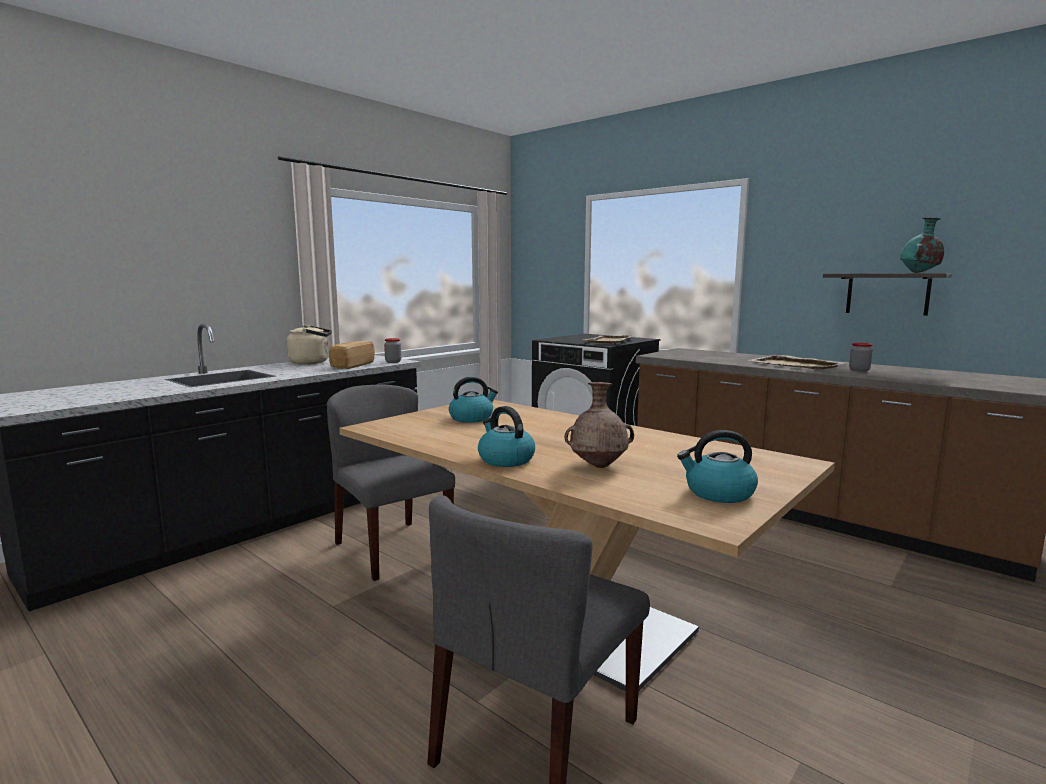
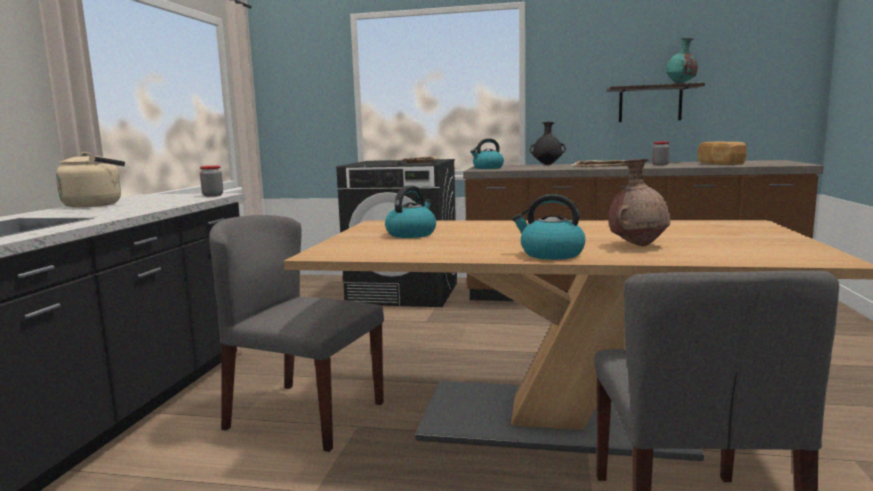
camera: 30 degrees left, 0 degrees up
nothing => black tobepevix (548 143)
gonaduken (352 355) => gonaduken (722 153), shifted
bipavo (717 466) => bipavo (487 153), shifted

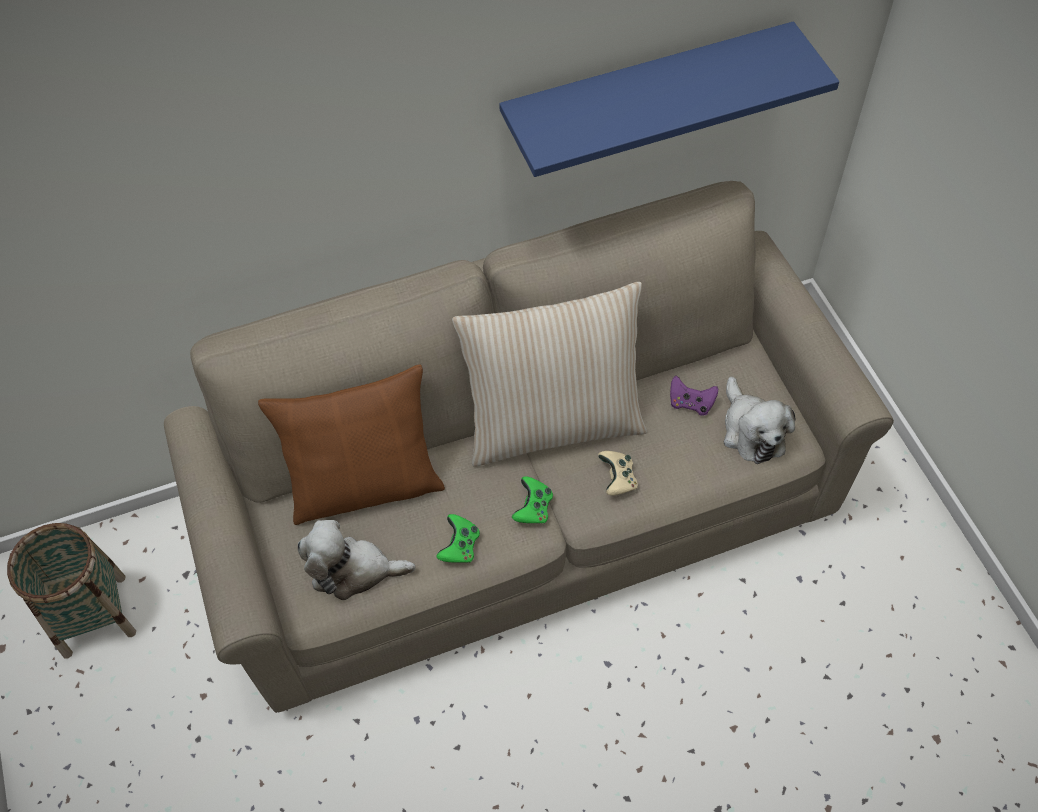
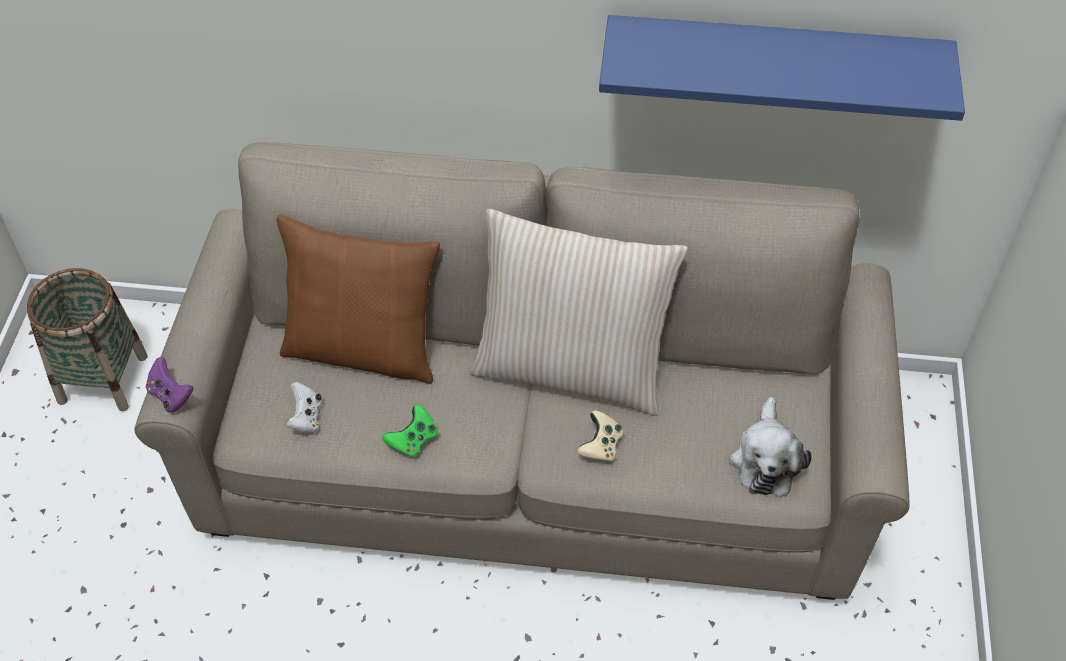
camera: 25 degrees right, 5 degrees down
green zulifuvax (532 499) => nothing
purple zulifuvax (694 396) => purple zulifuvax (169 385), shifted
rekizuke (357 560) => white zulifuvax (303 407)

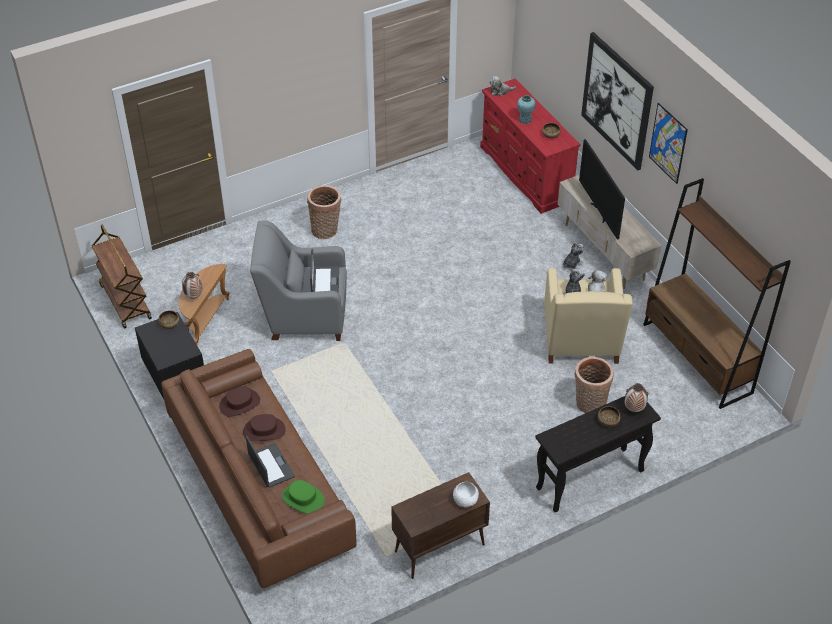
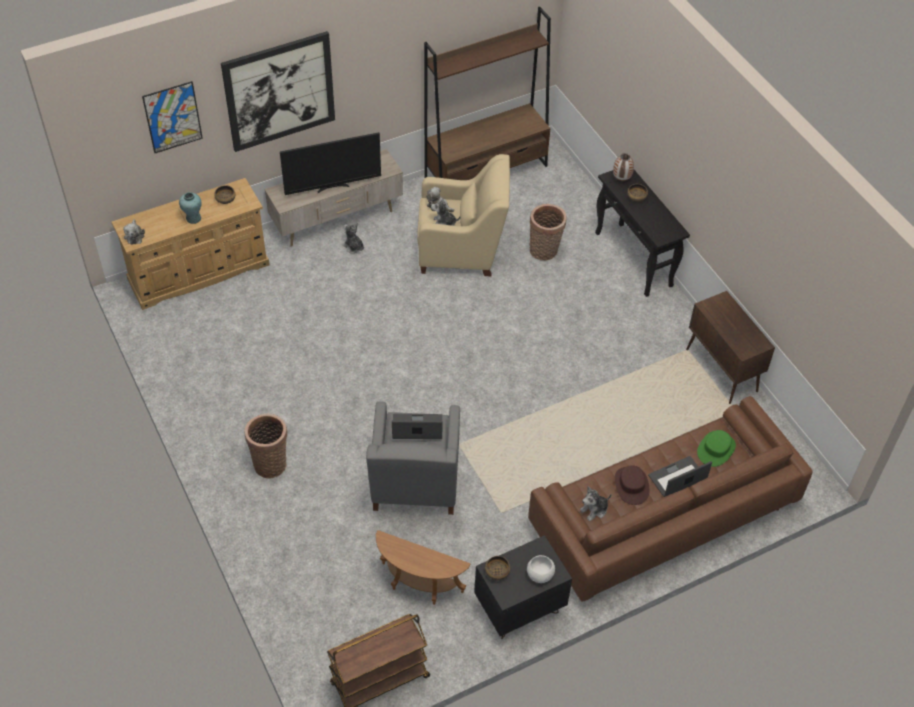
camera: 90 degrees left, 5 degrees up
tobepevix (192 285) => nothing
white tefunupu (466 494) => white tefunupu (541 569), shifted
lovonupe (668 143) => lovonupe (172 117), shifted
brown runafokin (239 401) => rekizuke (595 503)
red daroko (530 146) => beige daroko (191 244)

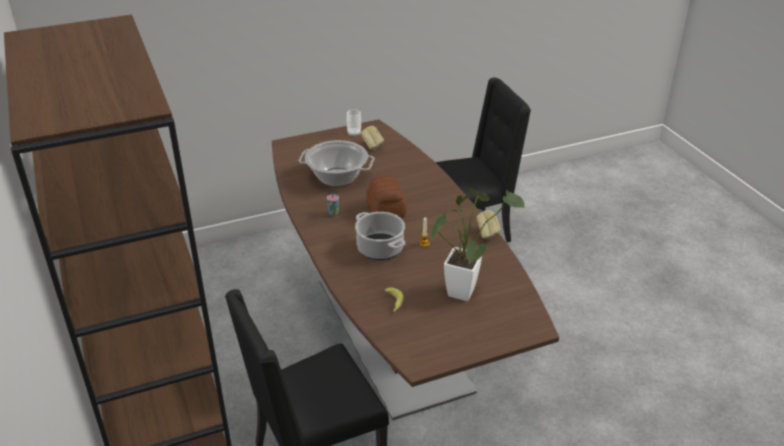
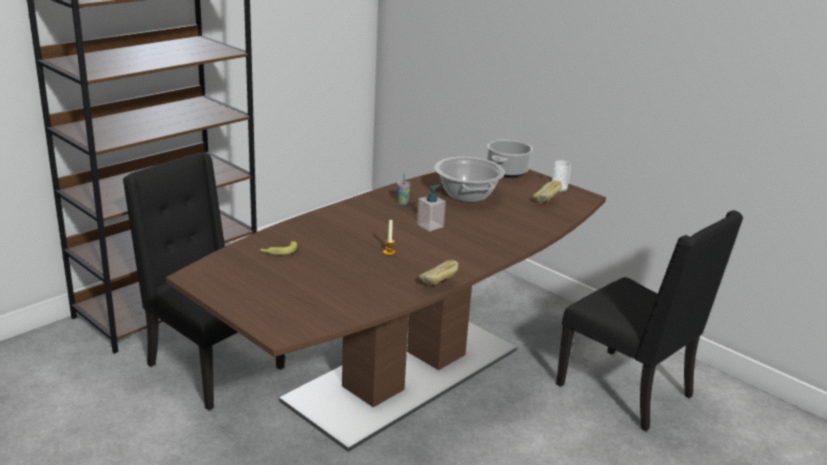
camera: 65 degrees right, 10 degrees down
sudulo (478 244) => nothing
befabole (380 236) => befabole (510 158), shifted
gonaduken (386 197) => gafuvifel (431 208)

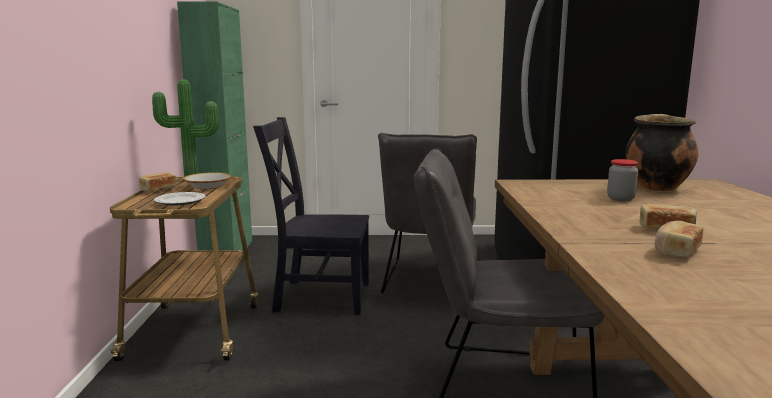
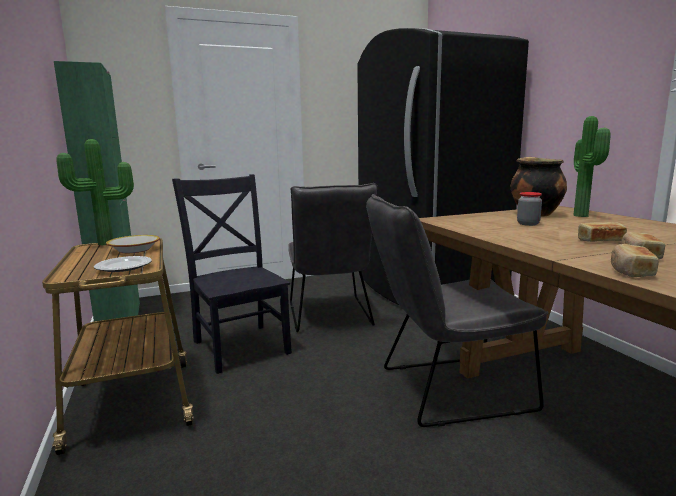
camera: 20 degrees left, 0 degrees up
nothing => sudulo (592 166)
gonaduken (158 181) => gonaduken (635 260), shifted
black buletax (311 216) => black buletax (232 274), 75 degrees clockwise

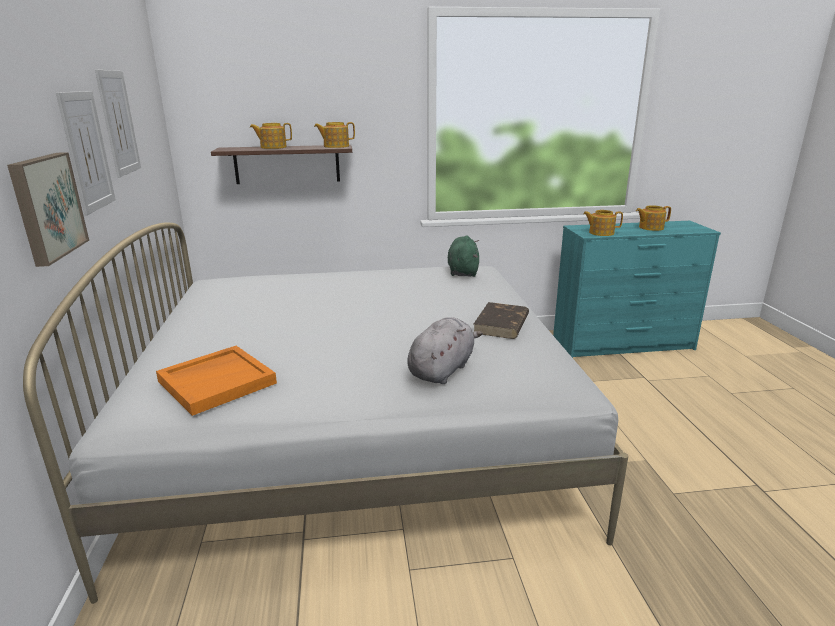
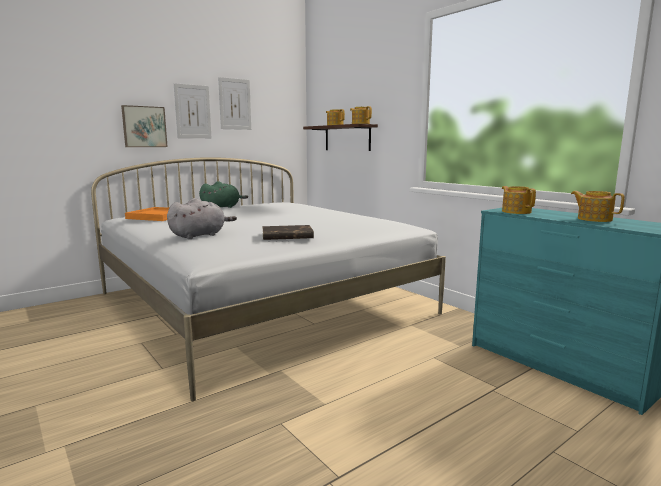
camera: 60 degrees right, 10 degrees down
green rekizuke (463 256) => green rekizuke (223 194), shifted
grey rekizuke (445 350) => grey rekizuke (202 218), 45 degrees counterclockwise

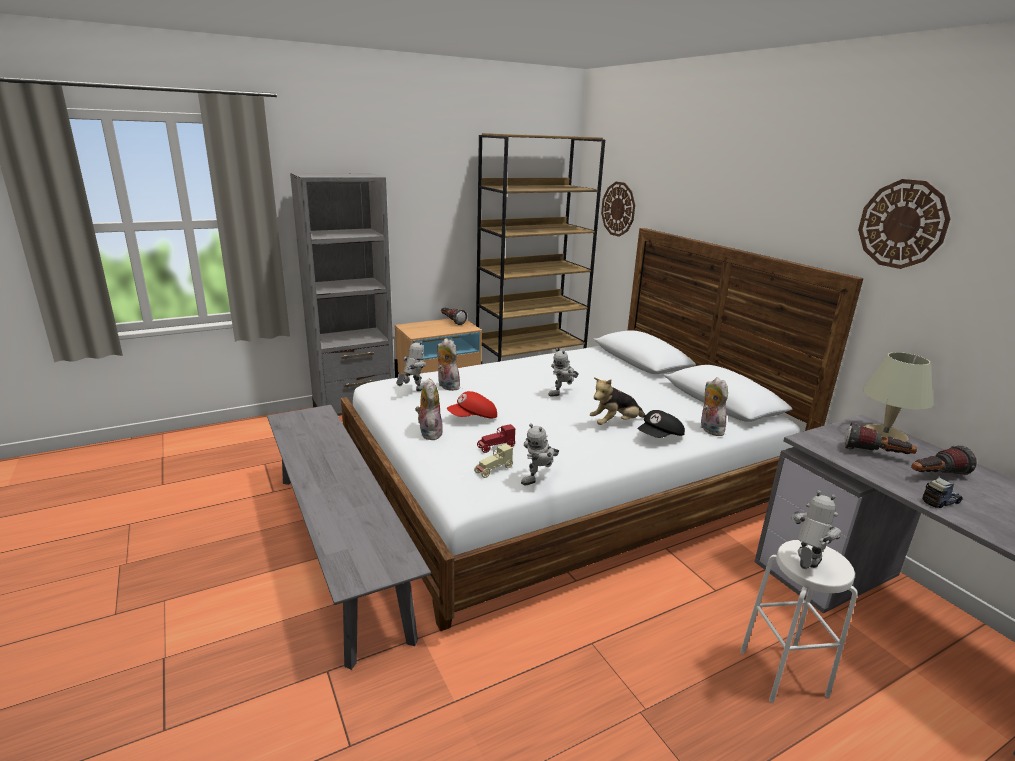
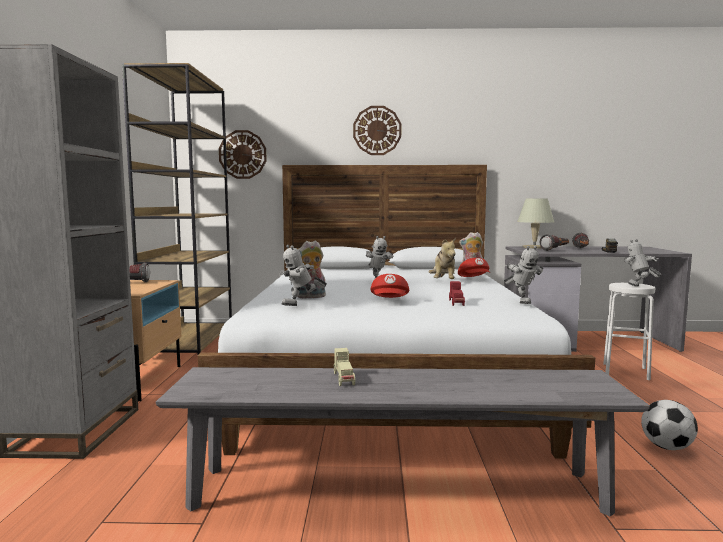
camera: 60 degrees left, 15 degrees down
rekizuke (429 409) => nothing
nothing => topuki (669 425)
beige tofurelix (493 461) => beige tofurelix (344 367), shifted
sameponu (904 224) => sameponu (377 130), shifted
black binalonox (661 424) => red binalonox (474 267)
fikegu (411 365) => fikegu (303 275), 90 degrees counterclockwise

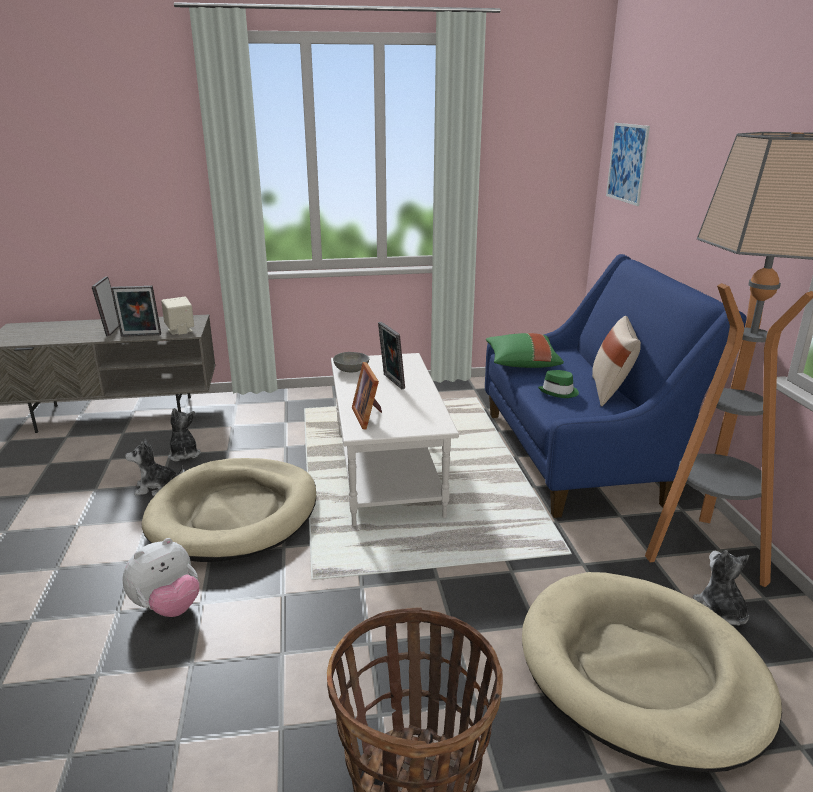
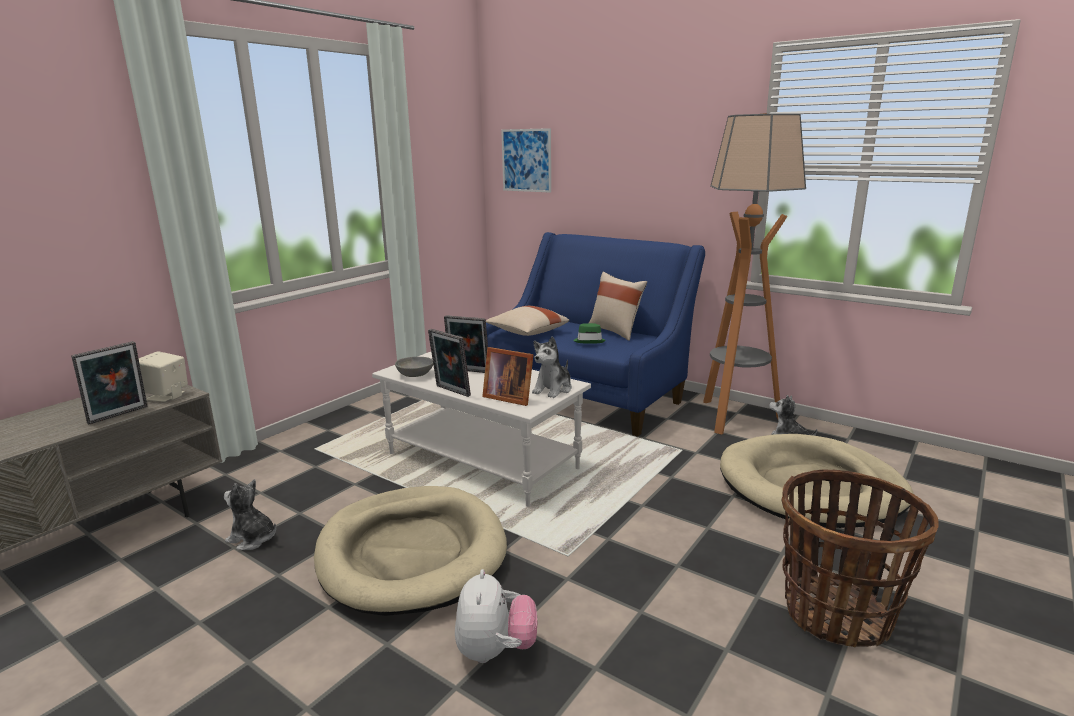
camera: 45 degrees left, 5 degrees down
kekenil (105 306) => kekenil (449 363), shifted
rekizuke (154 467) => rekizuke (552 367), shifted
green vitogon (525 350) => beige vitogon (527 321)

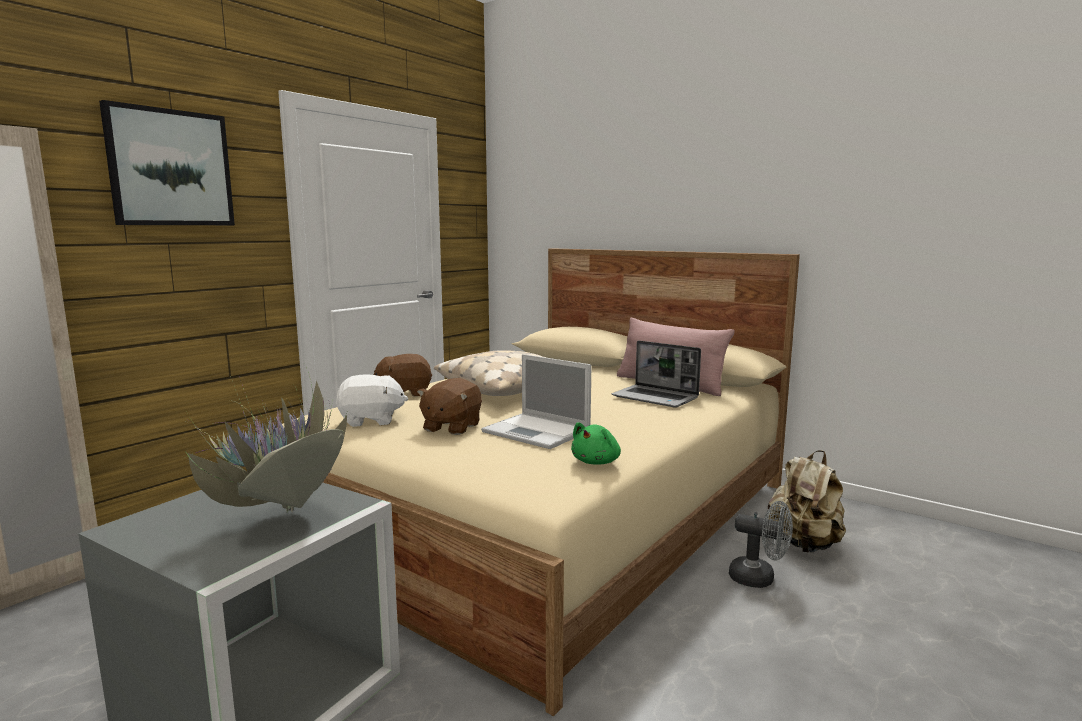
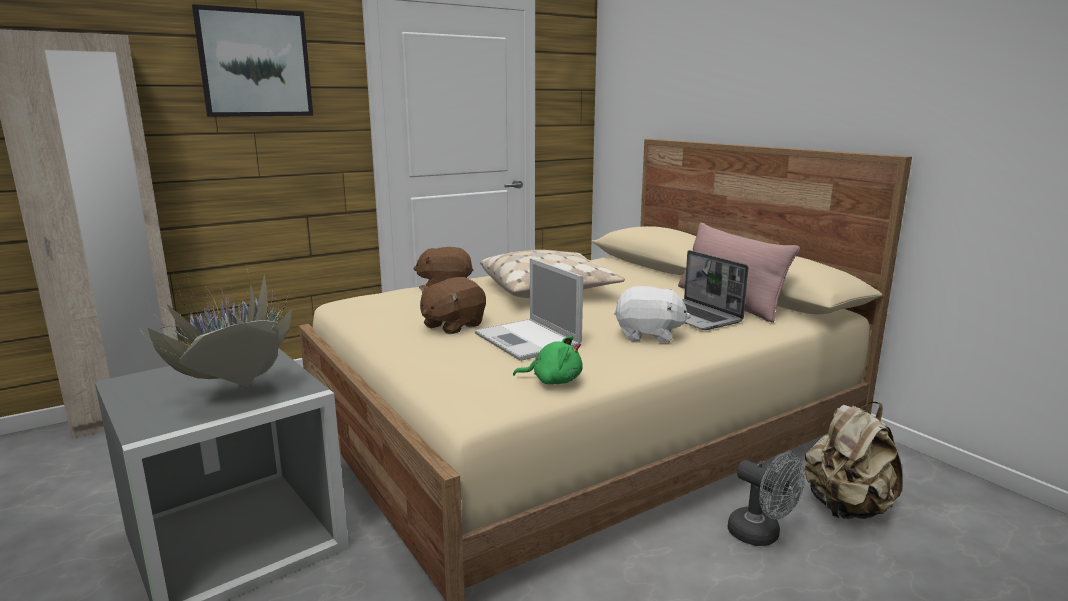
camera: 20 degrees right, 5 degrees up
white rekizuke (372 400) => white rekizuke (652 314), shifted
green rekizuke (596 443) => green rekizuke (548 360), 135 degrees counterclockwise

